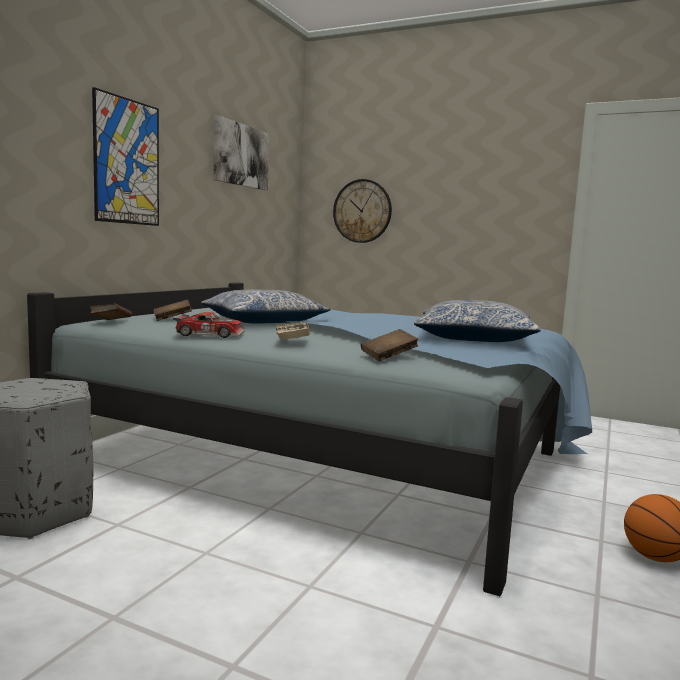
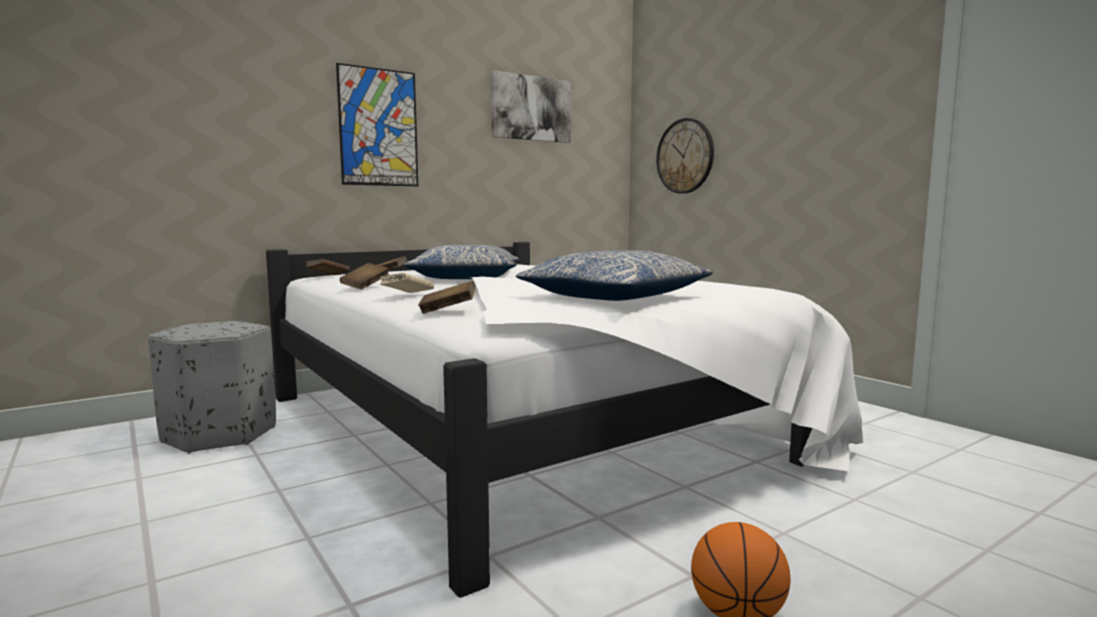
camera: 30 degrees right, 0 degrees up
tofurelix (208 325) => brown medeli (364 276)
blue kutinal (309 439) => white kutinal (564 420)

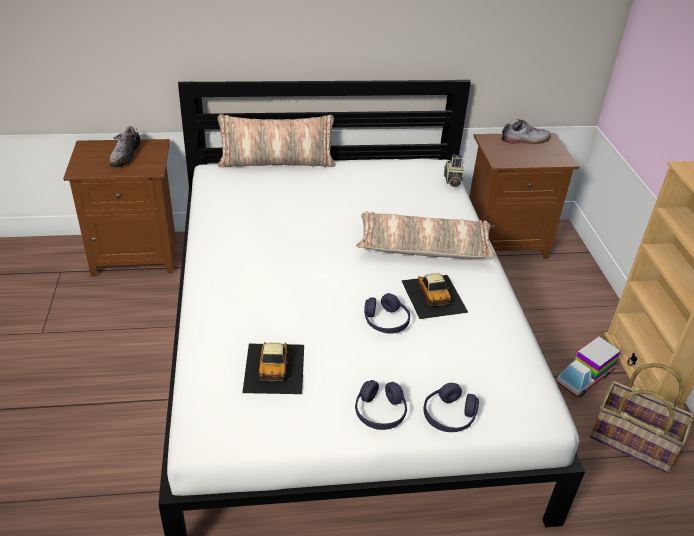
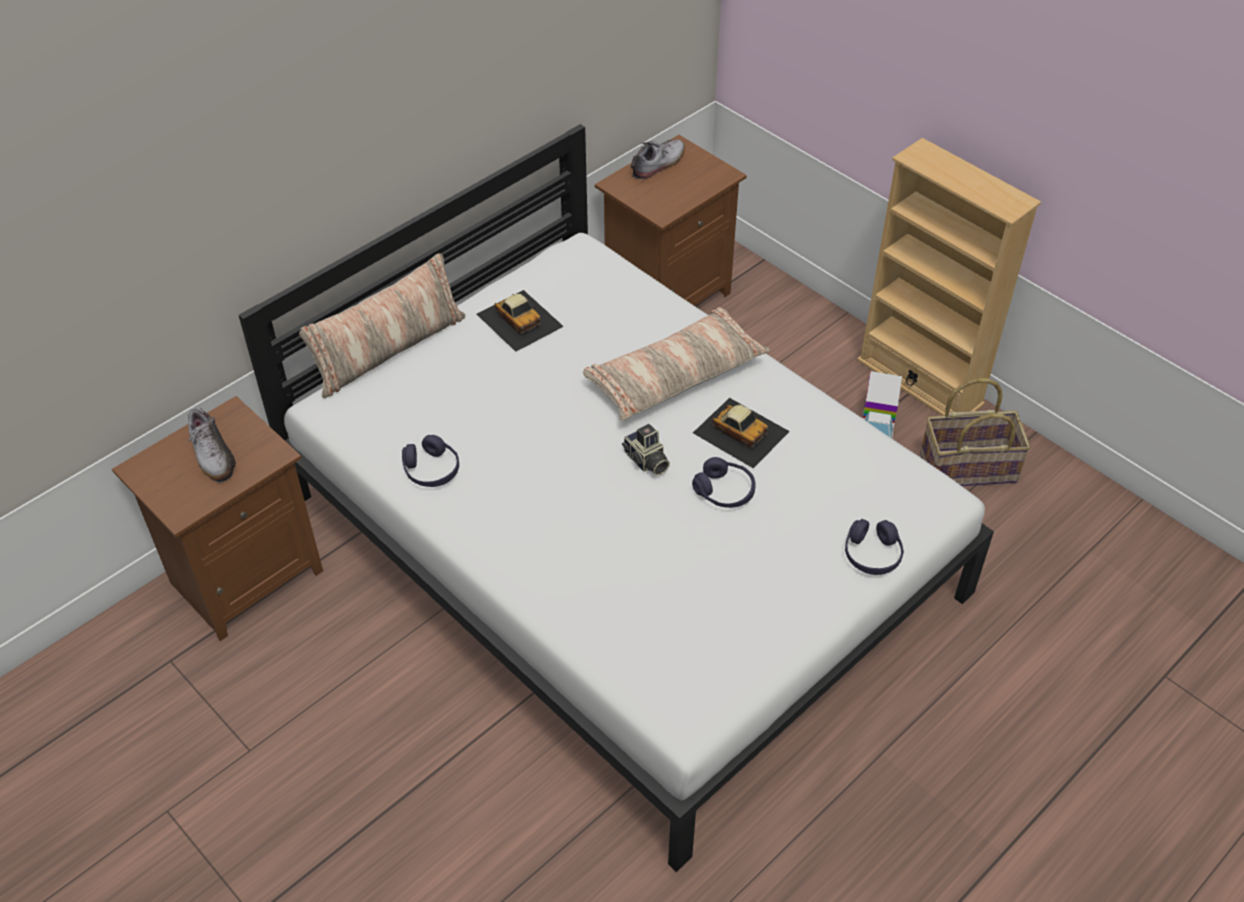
camera: 35 degrees left, 10 degrees up
tofurelix (273 368) => tofurelix (520 321), shifted
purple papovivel (381 405) => purple papovivel (430 461), shifted
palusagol (454 171) => palusagol (646 449), shifted

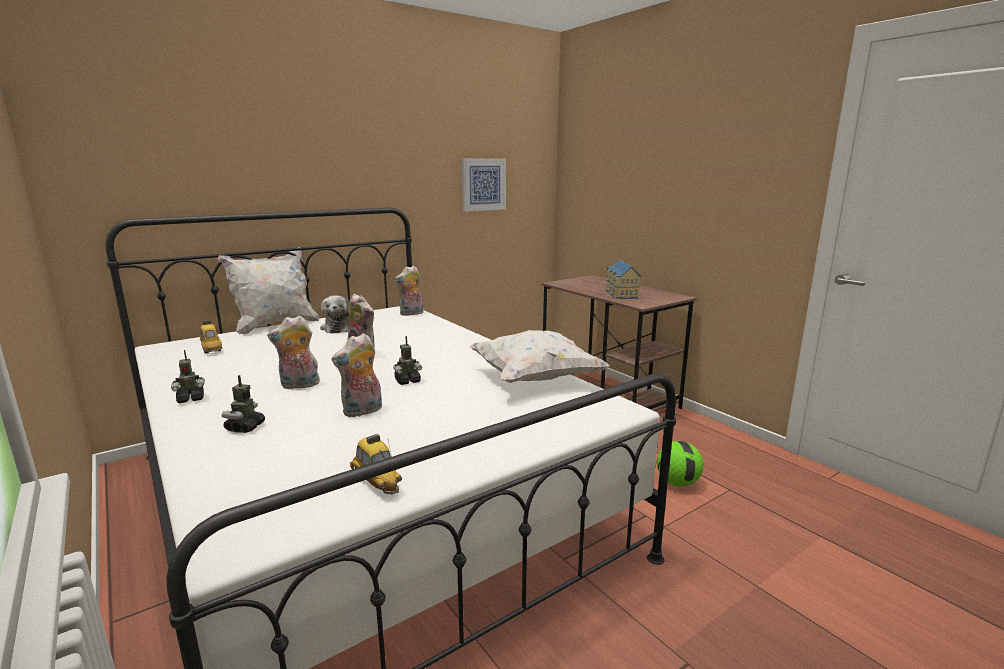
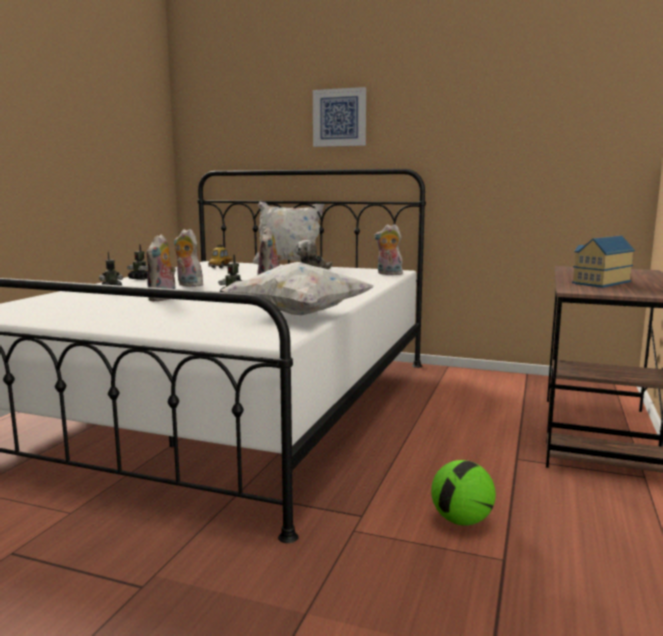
camera: 55 degrees right, 5 degrees down
tofurelix (376 464) => nothing
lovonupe (484 185) => lovonupe (339 117), shifted
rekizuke (357 375) => rekizuke (161 268), 90 degrees counterclockwise

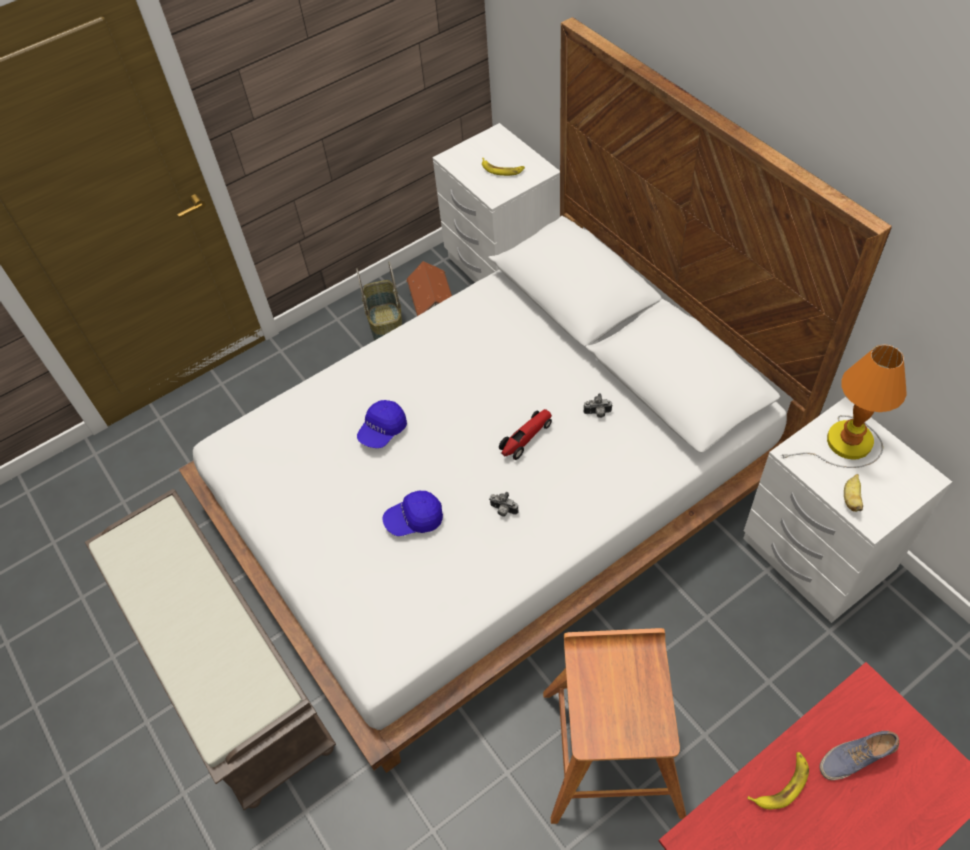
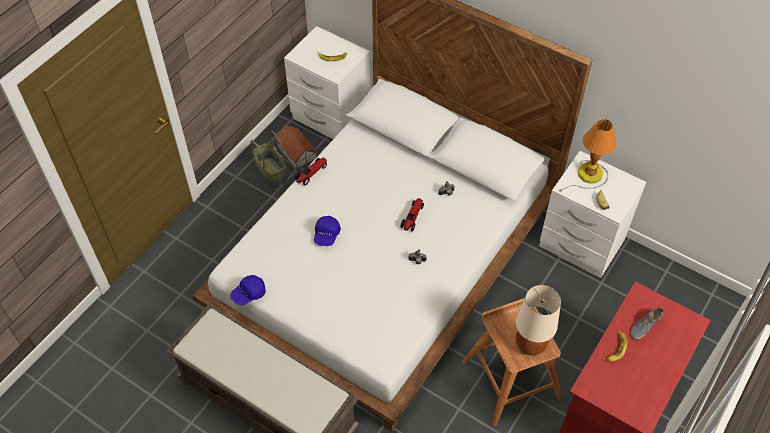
camera: 25 degrees left, 0 degrees up
nothing => tofurelix (311 171)
nothing => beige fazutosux (538 320)
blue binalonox (412 513) => blue binalonox (248 290), shifted

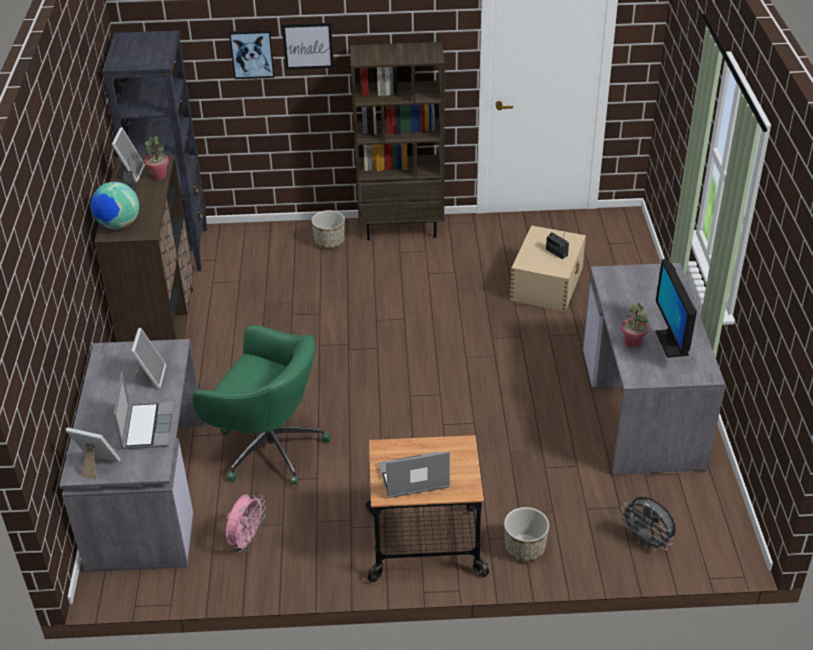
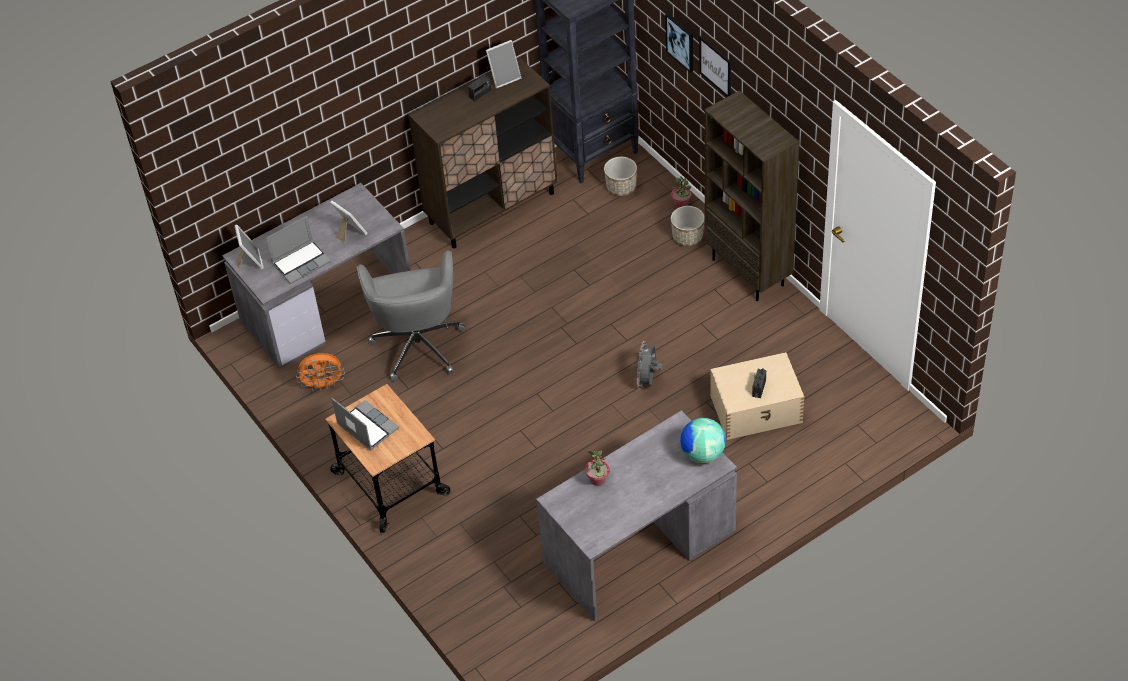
camera: 60 degrees right, 10 degrees up
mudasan (676 308) => nothing
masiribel (115 205) => masiribel (703 440), shifted
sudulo (157 158) => sudulo (681 192), shifted
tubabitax (526 534) => tubabitax (620 176), shifted
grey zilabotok (648 523) => grey zilabotok (649 365), shifted
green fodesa (261 405) => grey fodesa (411 316)
pink zilabotok (246 523) => orange zilabotok (320 372)
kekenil (148 358) => kekenil (348 222), 105 degrees counterclockwise

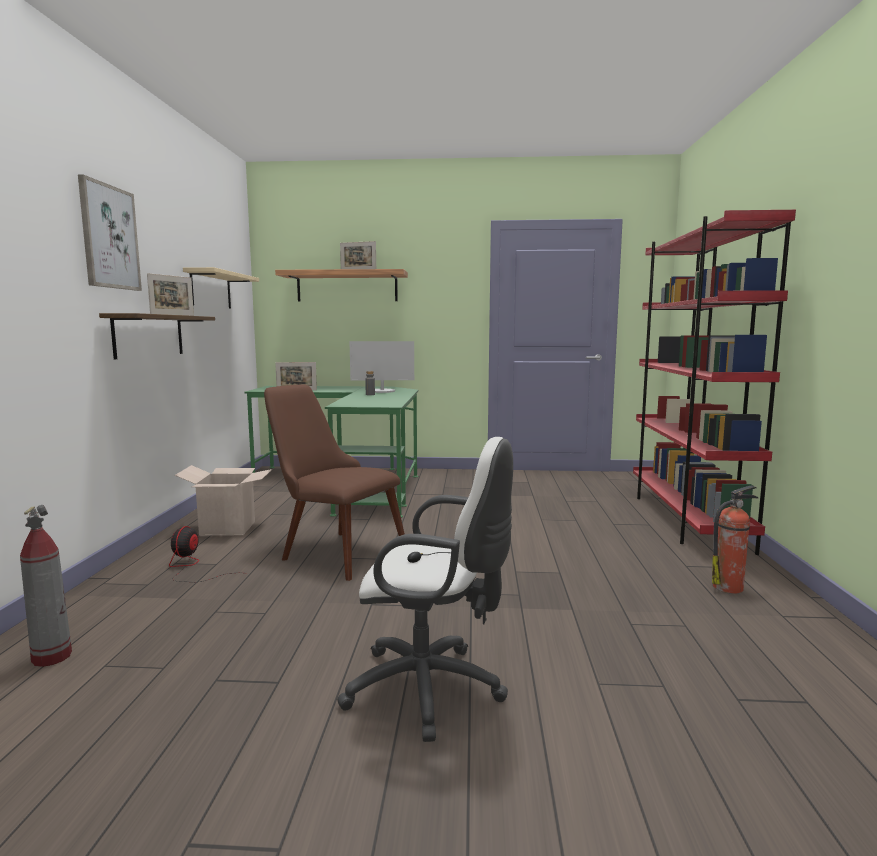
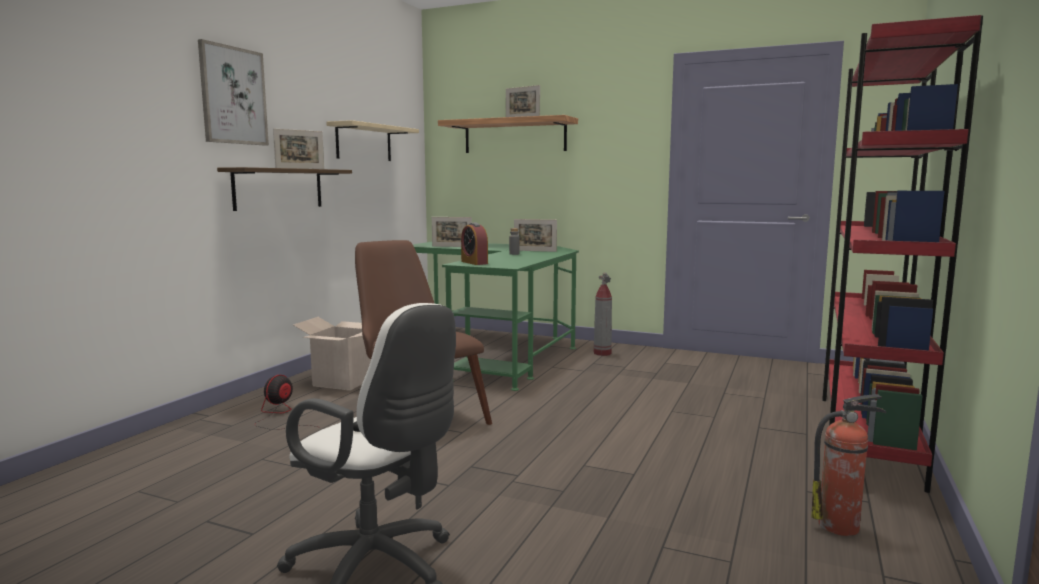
camera: 20 degrees right, 0 degrees up
nothing => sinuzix (474 244)
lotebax (46 586) => lotebax (603 314), shifted
mudasan (381 367) => kekenil (535 235)

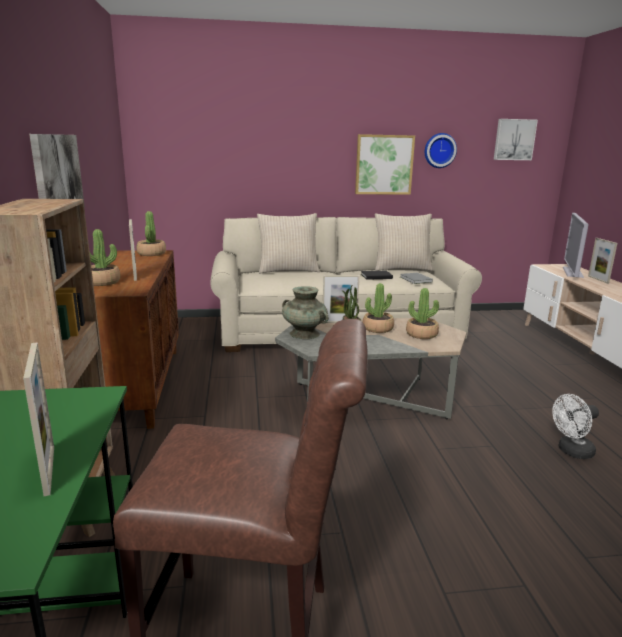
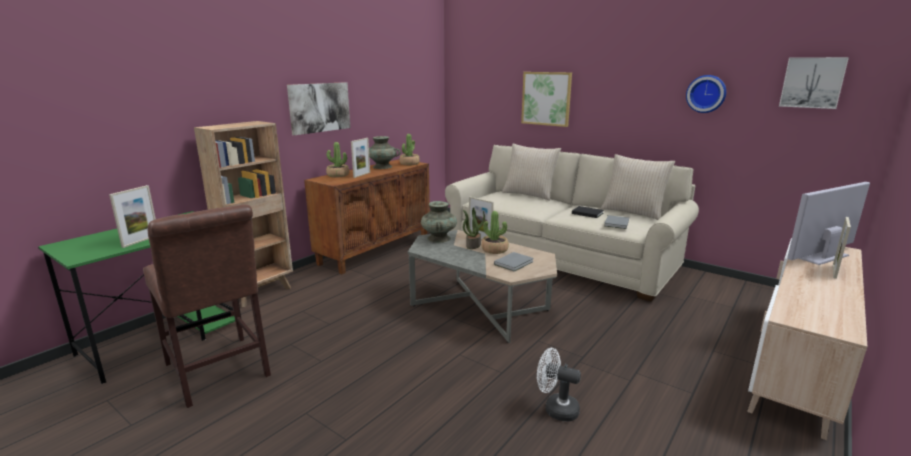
camera: 45 degrees right, 0 degrees up
nothing => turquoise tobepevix (384 152)
lovonupe (385 164) => lovonupe (546 99), shifted
sudulo (422 313) => grey medeli (514 262)

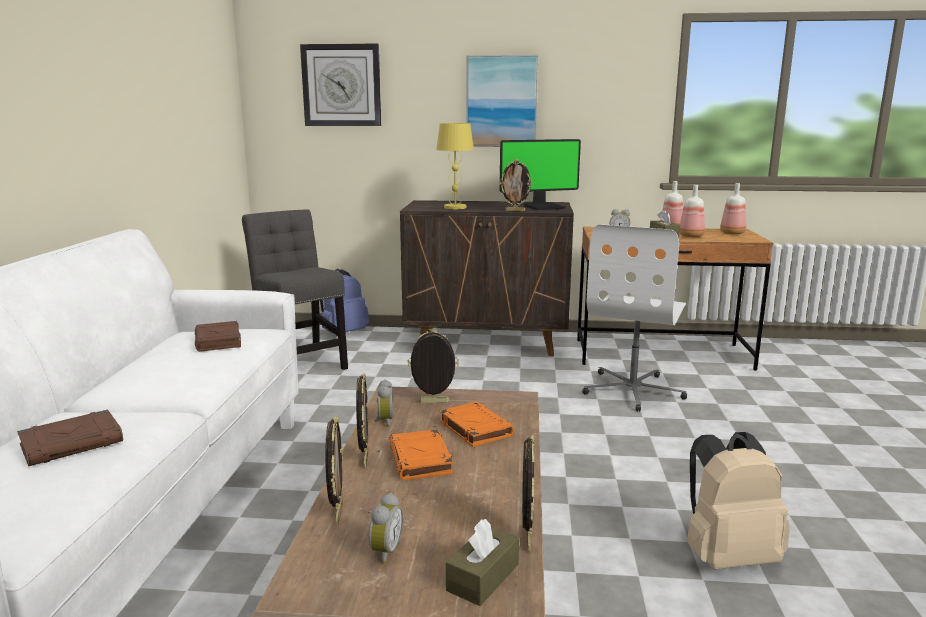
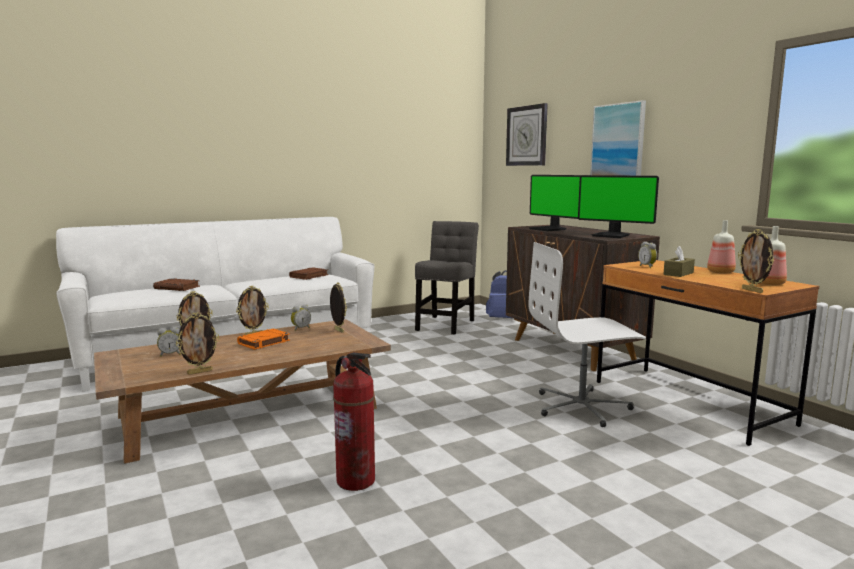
camera: 55 degrees right, 5 degrees down
orange medeli (477 424) => nothing
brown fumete (482 562) => nothing
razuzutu (692 211) => nothing
kekenil (516 185) => kekenil (756 261), shifted
yellow fazutosux (455 166) => mudasan (555 203)
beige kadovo (738 501) => lotebax (354 421)

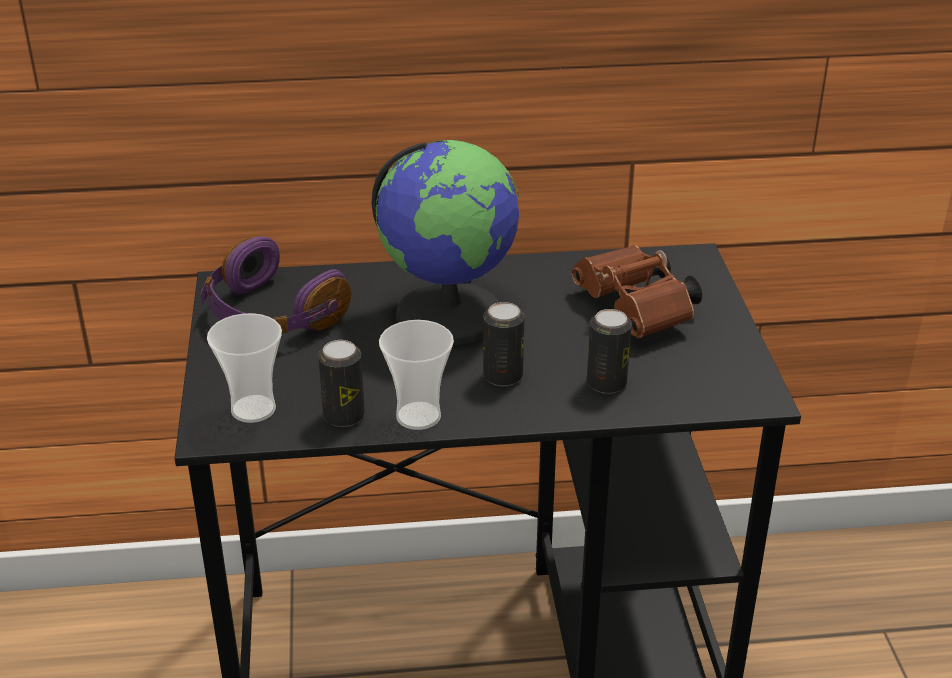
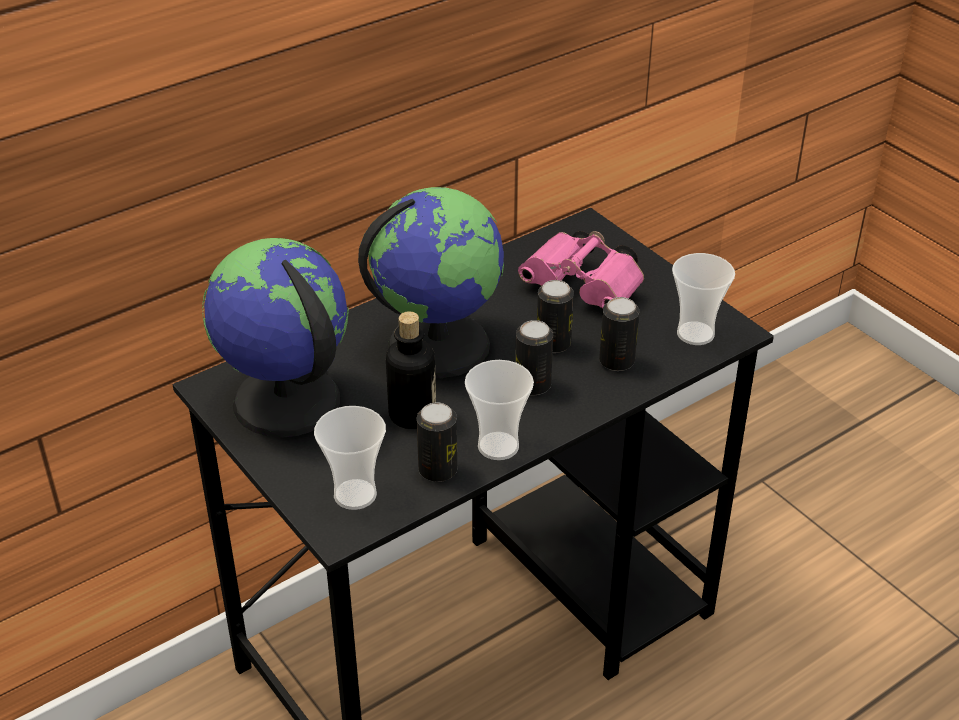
camera: 30 degrees left, 5 degrees up
nothing => razuzutu (411 370)
nothing => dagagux (555 316)
nothing => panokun (703 299)
purple papovivel (276 284) => masiribel (275 338)
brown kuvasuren (636 291) => pink kuvasuren (581 270)

